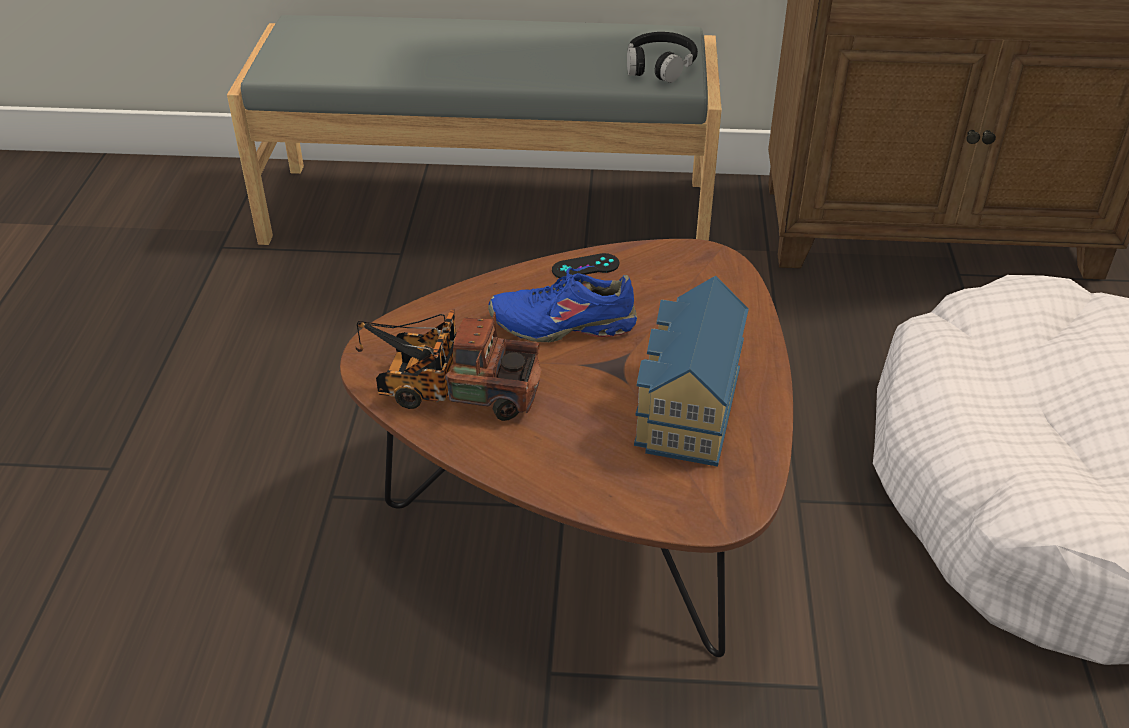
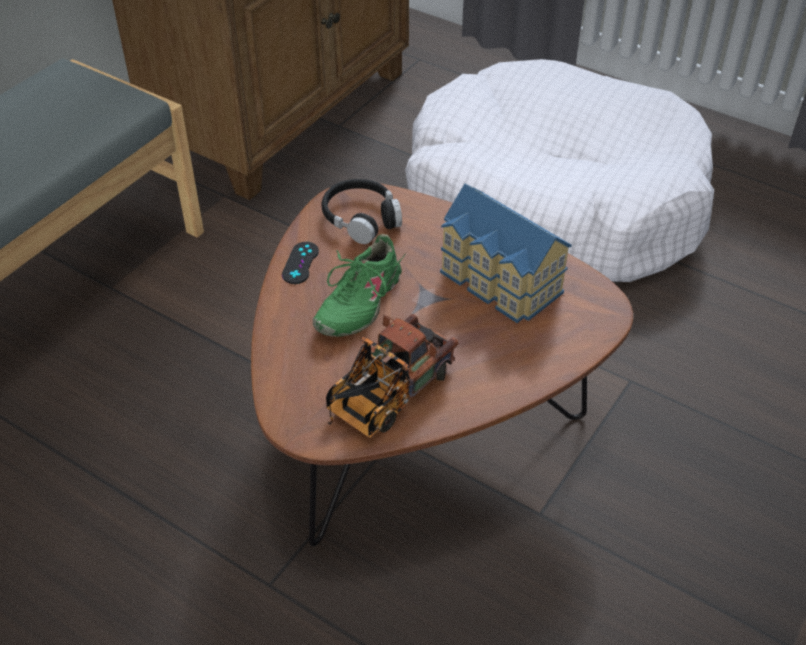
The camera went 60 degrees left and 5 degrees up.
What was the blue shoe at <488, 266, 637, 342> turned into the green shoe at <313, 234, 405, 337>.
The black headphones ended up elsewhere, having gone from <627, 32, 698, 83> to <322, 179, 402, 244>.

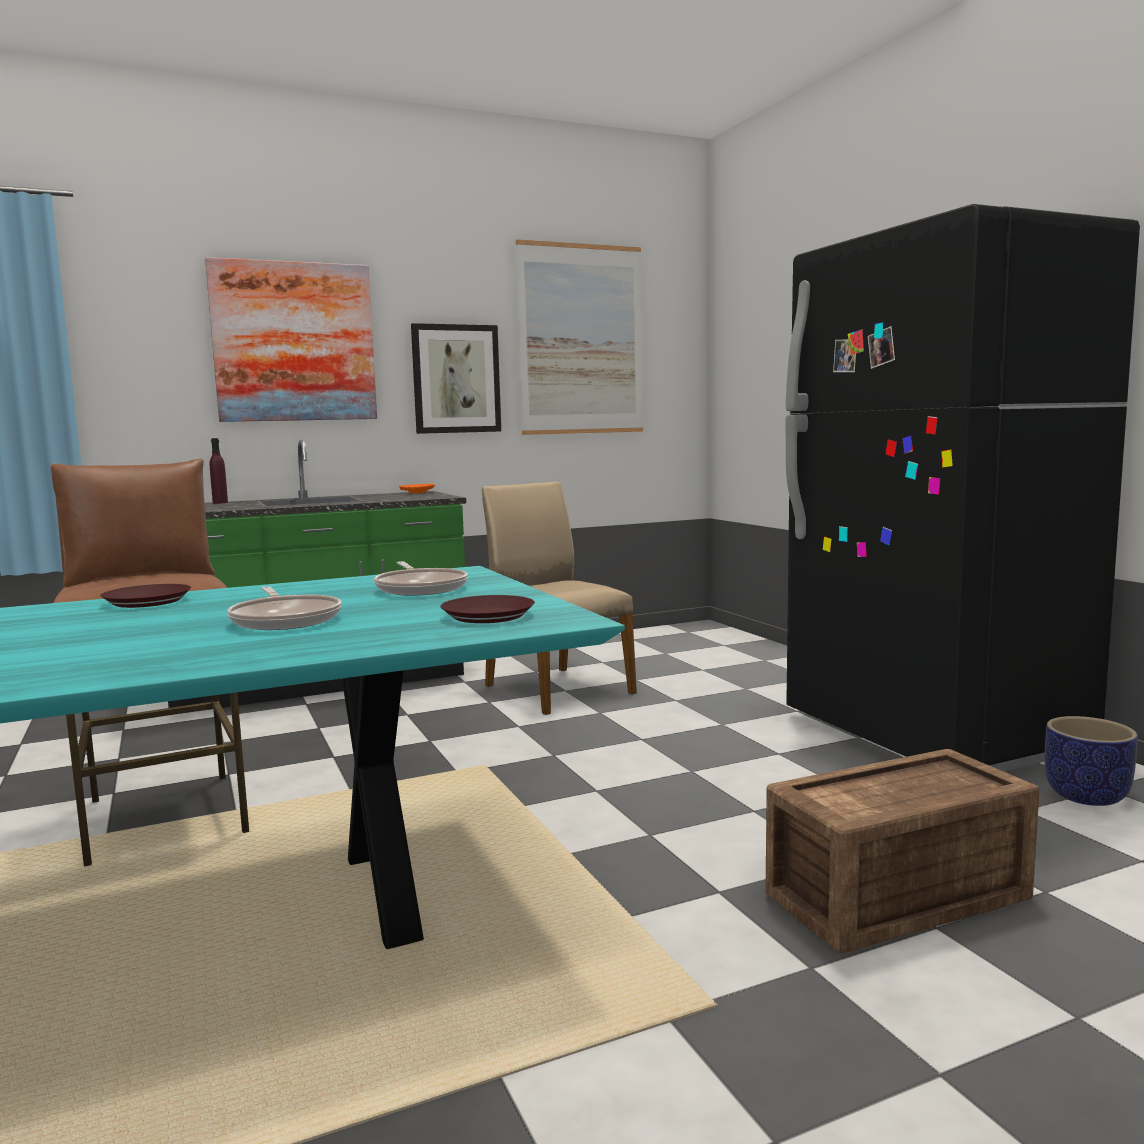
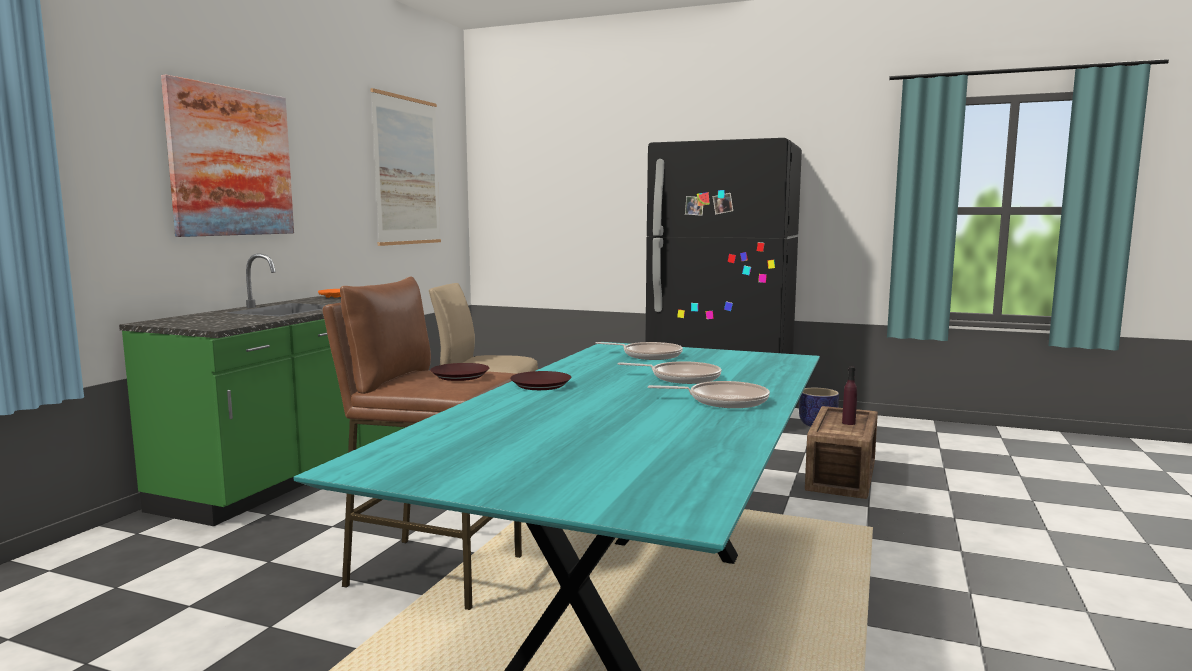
The camera went 45 degrees left and 0 degrees up.
The brown plate ended up elsewhere, having gone from <440, 595, 535, 623> to <430, 363, 489, 381>.
The second view gained the frying pan at <648, 381, 770, 408>.
The purple bottle ended up elsewhere, having gone from <210, 438, 228, 504> to <842, 367, 857, 425>.
The second view lost the picture at <411, 323, 501, 434>.

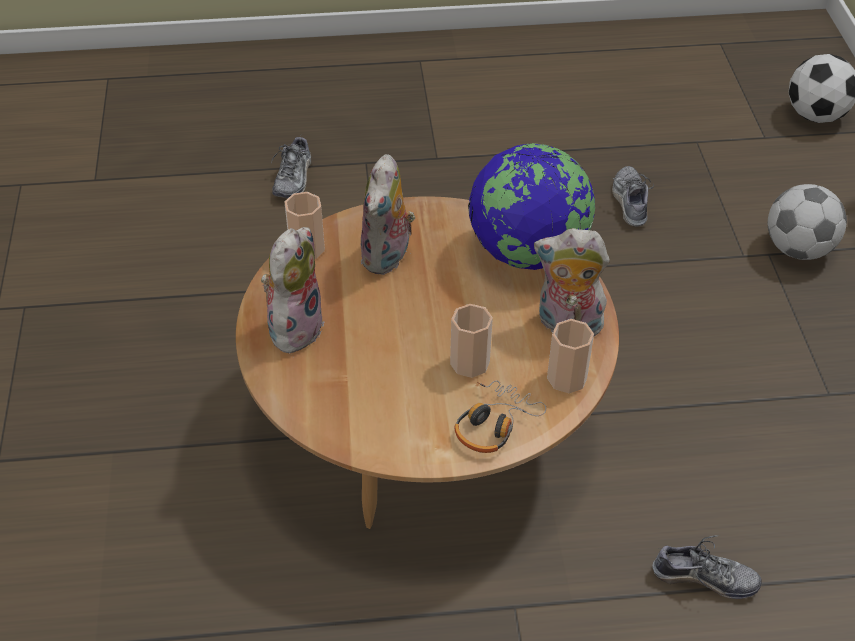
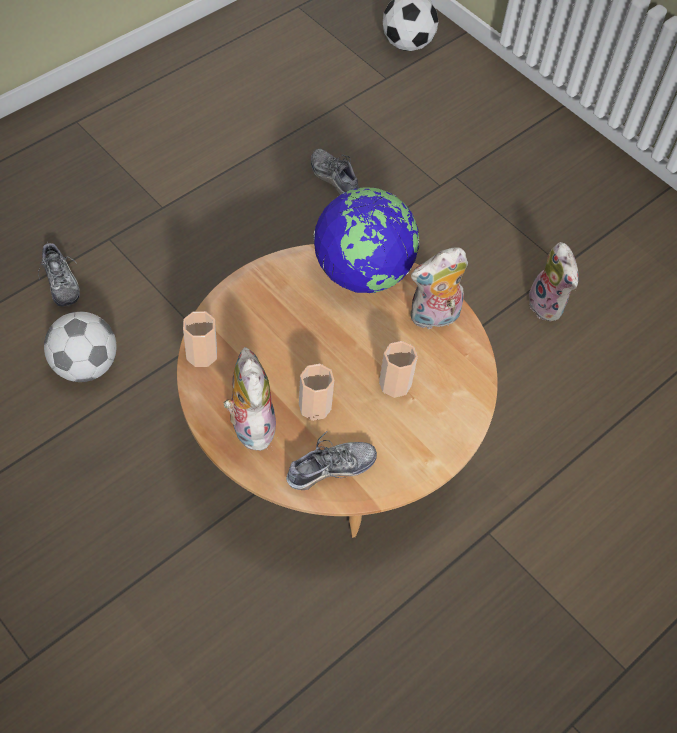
The camera went 40 degrees left and 10 degrees up.
The football ended up elsewhere, having gone from <768, 184, 847, 260> to <44, 311, 117, 382>.
The shoe ended up elsewhere, having gone from <652, 535, 762, 599> to <286, 431, 377, 490>.
The cup ended up elsewhere, having gone from <547, 319, 594, 393> to <299, 364, 334, 421>.
The plush toy ended up elsewhere, having gone from <360, 154, 415, 275> to <529, 242, 579, 321>.
The second view lost the headphones at <455, 380, 546, 453>.

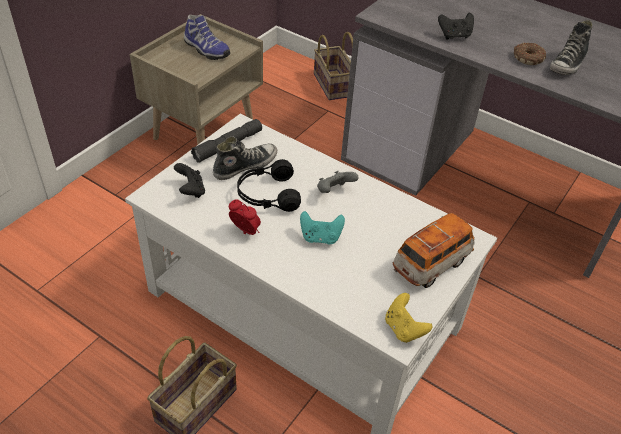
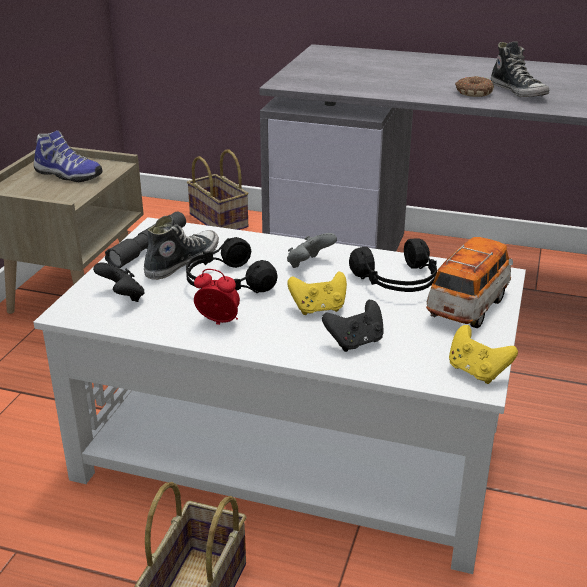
The camera went 15 degrees left and 15 degrees down.
What was the turquoise game controller at <300, 211, 345, 244> turned into the yellow game controller at <287, 272, 347, 315>.
The black game controller ended up elsewhere, having gone from <438, 13, 474, 40> to <322, 300, 384, 352>.
The second view gained the black headphones at <349, 239, 437, 292>.
The shoe at <550, 20, 592, 75> ended up facing another way, 45 degrees counterclockwise from before.

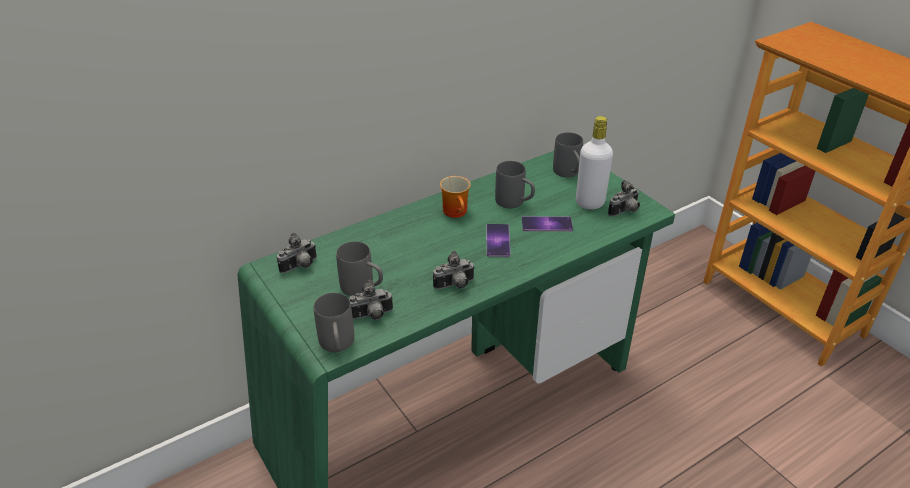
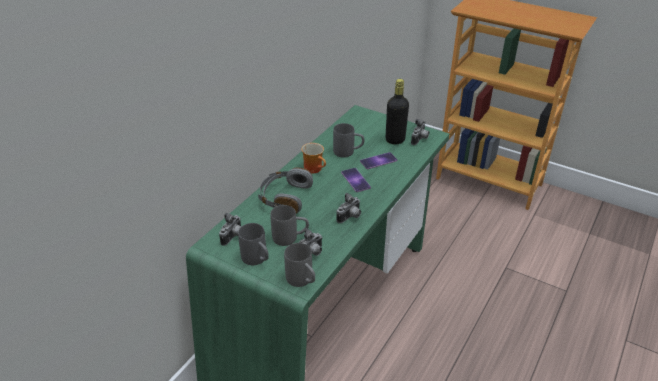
The camera went 25 degrees left and 0 degrees up.
The grey mug ended up elsewhere, having gone from <553, 132, 583, 177> to <238, 223, 269, 265>.
The second view gained the grey headphones at <258, 167, 313, 213>.
What was the white bottle at <576, 116, 613, 210> turned into the black bottle at <385, 79, 409, 144>.

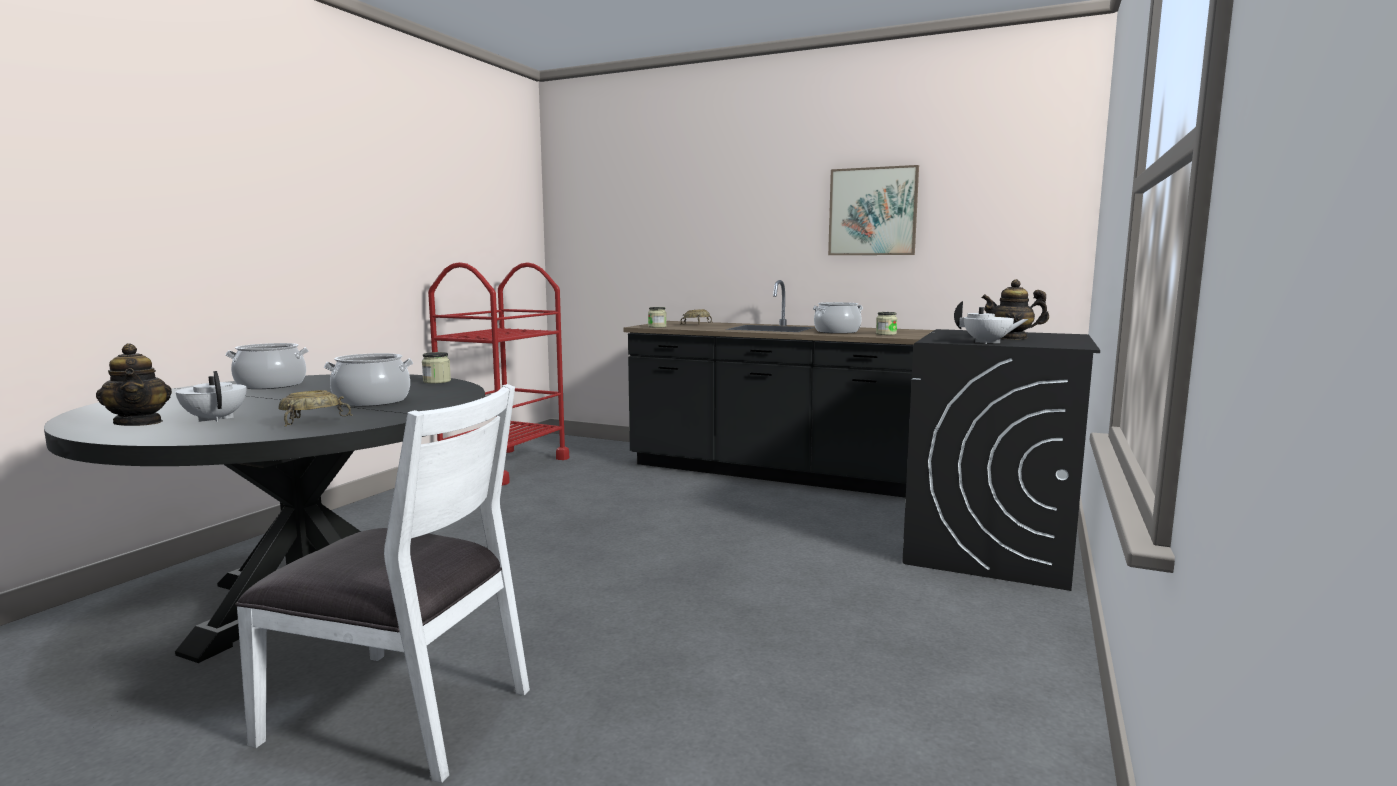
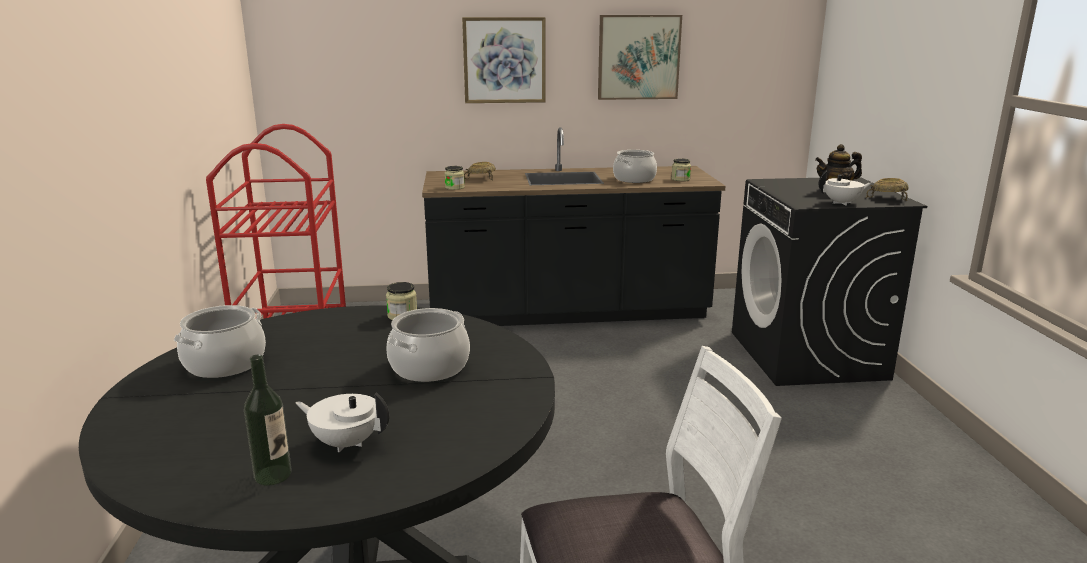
The camera went 30 degrees left and 10 degrees up.
Where the teapot stood at <96, 343, 172, 426>, the bottle came to stand at <244, 355, 292, 486>.
The second view gained the picture at <462, 17, 546, 103>.
The beige bowl ended up elsewhere, having gone from <278, 390, 353, 427> to <866, 178, 909, 201>.

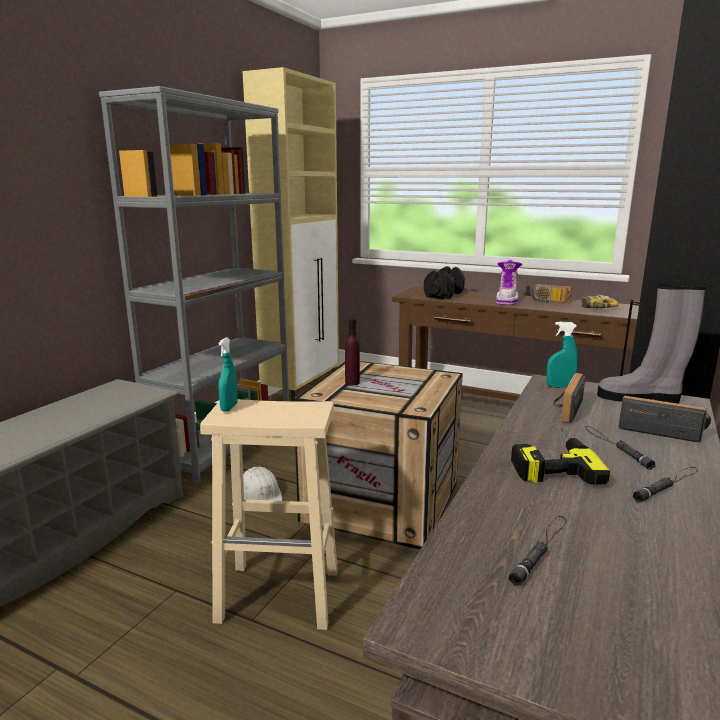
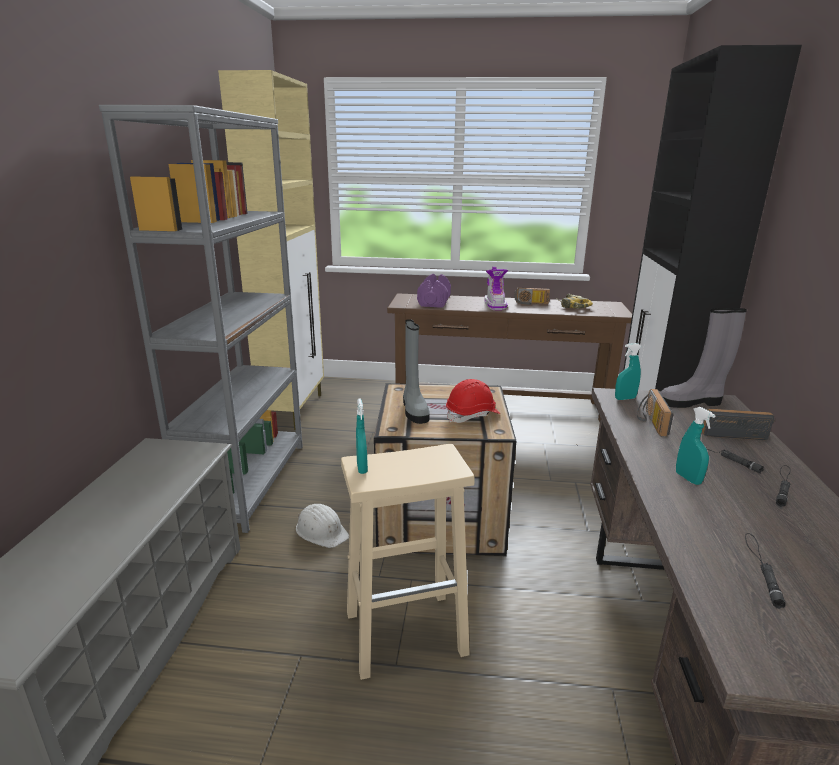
The camera went 20 degrees left and 5 degrees up.
Where the purple bottle stood at <345, 318, 360, 385>, the grey boot came to stand at <403, 319, 430, 424>.
What was the black dumbbell at <424, 266, 465, 299> turned into the purple dumbbell at <417, 274, 451, 308>.
The second view gained the red hard hat at <446, 379, 500, 423>.
Where the power drill stood at <511, 428, 610, 484>, the turquoise spray bottle came to stand at <676, 407, 715, 485>.

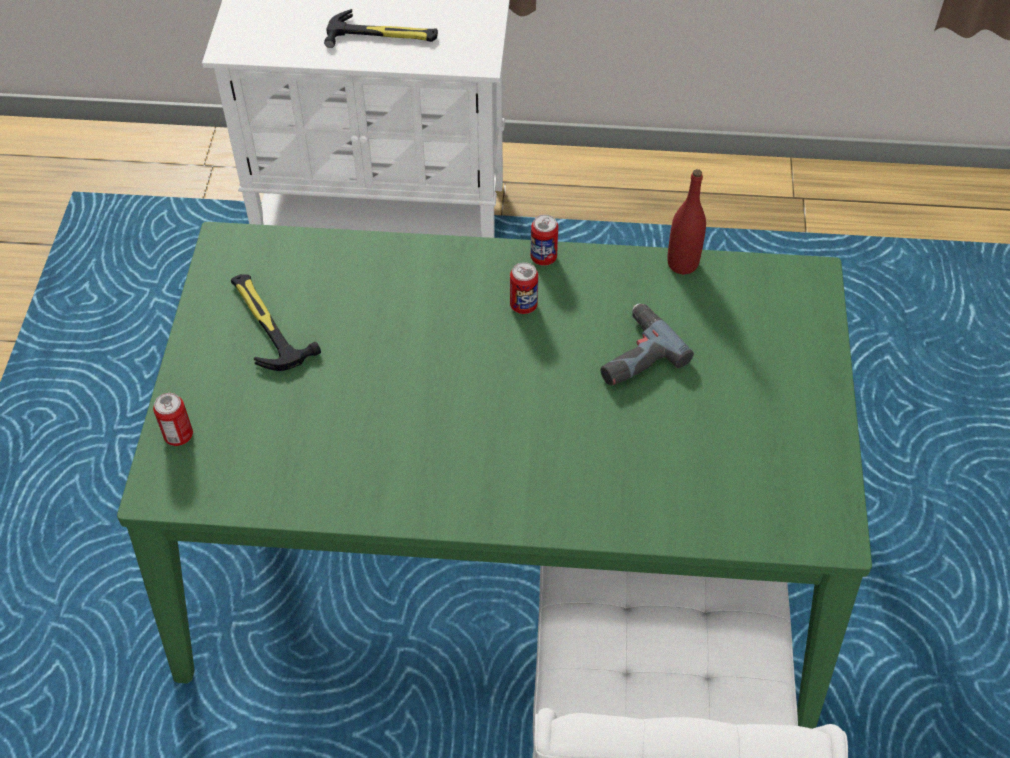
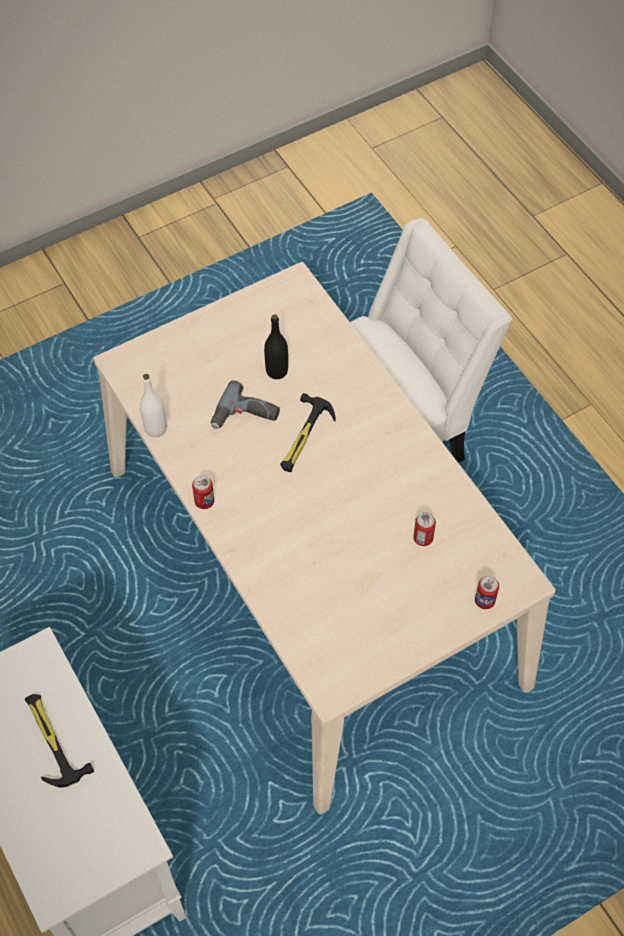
The camera went 125 degrees left and 5 degrees up.
What was the green dining table at <117, 222, 872, 729> turned into the beige dining table at <94, 262, 556, 814>.
What was the red bottle at <667, 169, 706, 274> turned into the white bottle at <140, 374, 167, 437>.
The second view gained the black bottle at <264, 314, 288, 379>.
The hammer ended up elsewhere, having gone from <231, 274, 321, 371> to <280, 393, 336, 472>.
The can ended up elsewhere, having gone from <510, 262, 538, 314> to <413, 512, 436, 546>.

